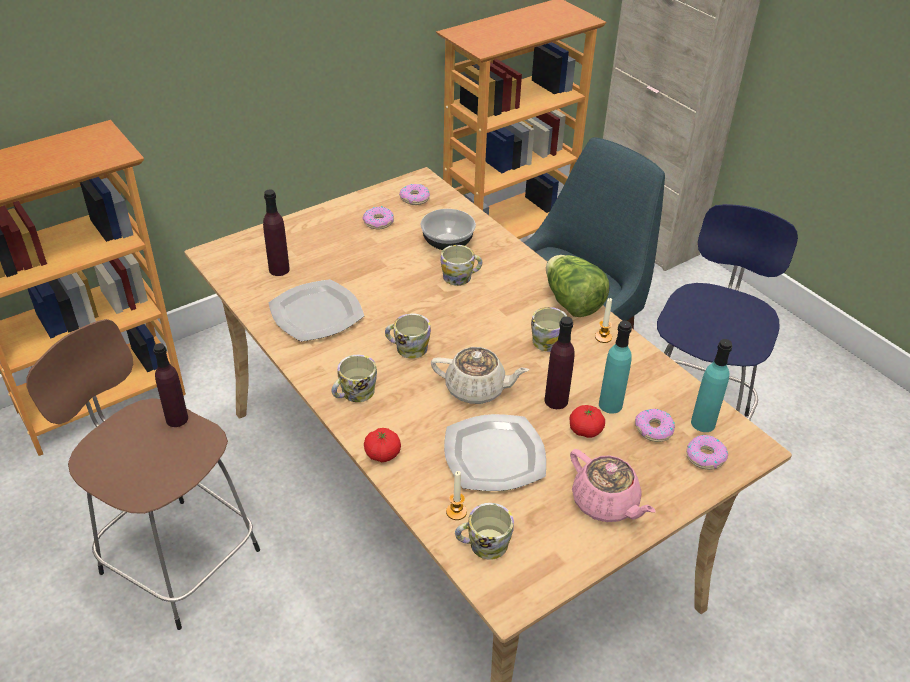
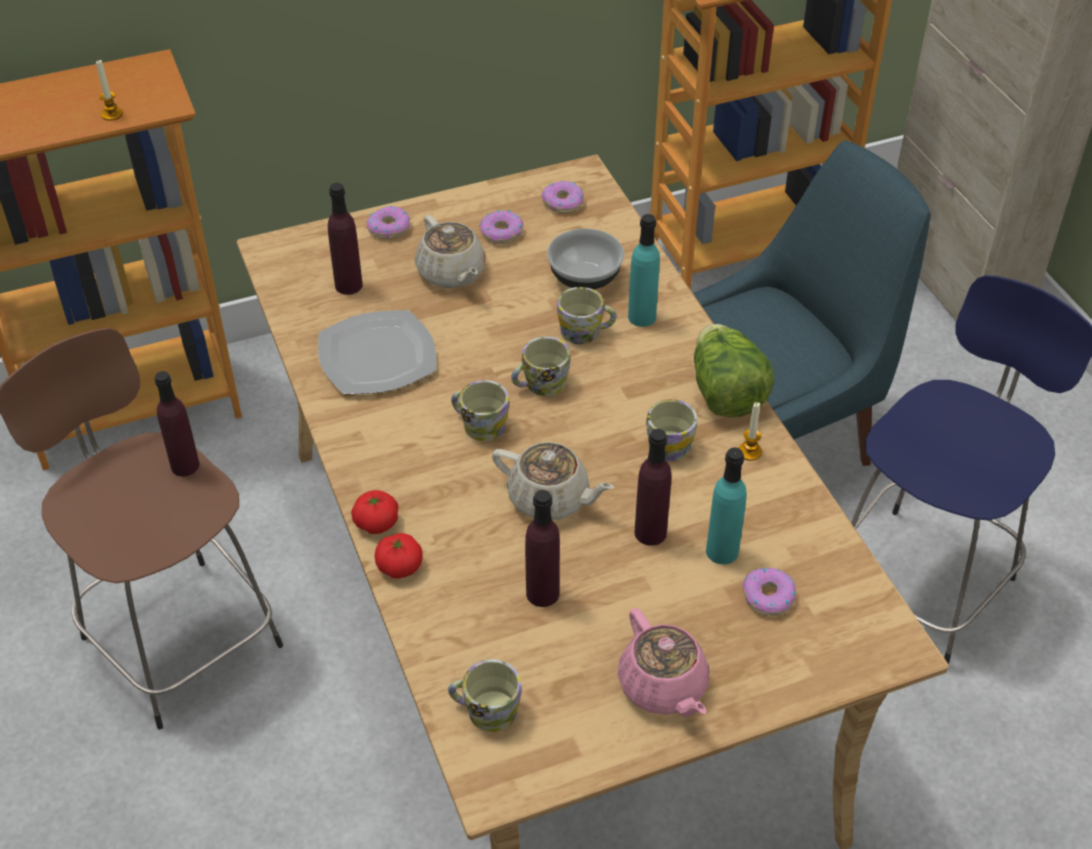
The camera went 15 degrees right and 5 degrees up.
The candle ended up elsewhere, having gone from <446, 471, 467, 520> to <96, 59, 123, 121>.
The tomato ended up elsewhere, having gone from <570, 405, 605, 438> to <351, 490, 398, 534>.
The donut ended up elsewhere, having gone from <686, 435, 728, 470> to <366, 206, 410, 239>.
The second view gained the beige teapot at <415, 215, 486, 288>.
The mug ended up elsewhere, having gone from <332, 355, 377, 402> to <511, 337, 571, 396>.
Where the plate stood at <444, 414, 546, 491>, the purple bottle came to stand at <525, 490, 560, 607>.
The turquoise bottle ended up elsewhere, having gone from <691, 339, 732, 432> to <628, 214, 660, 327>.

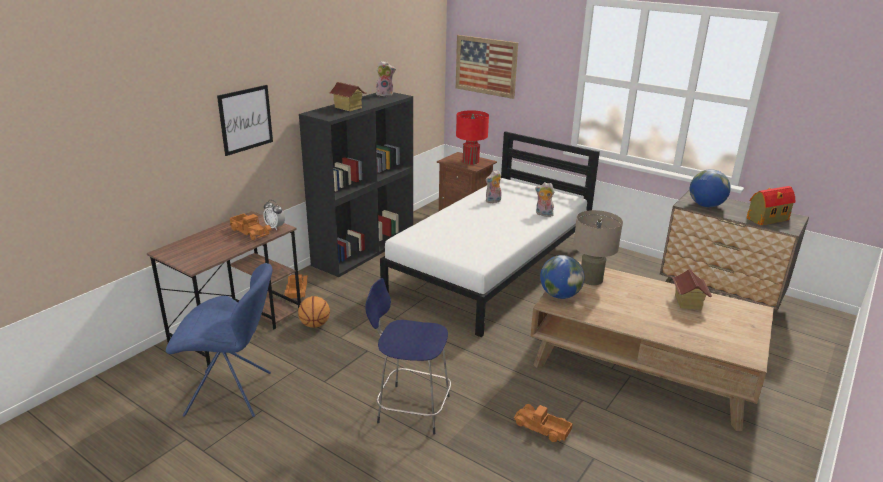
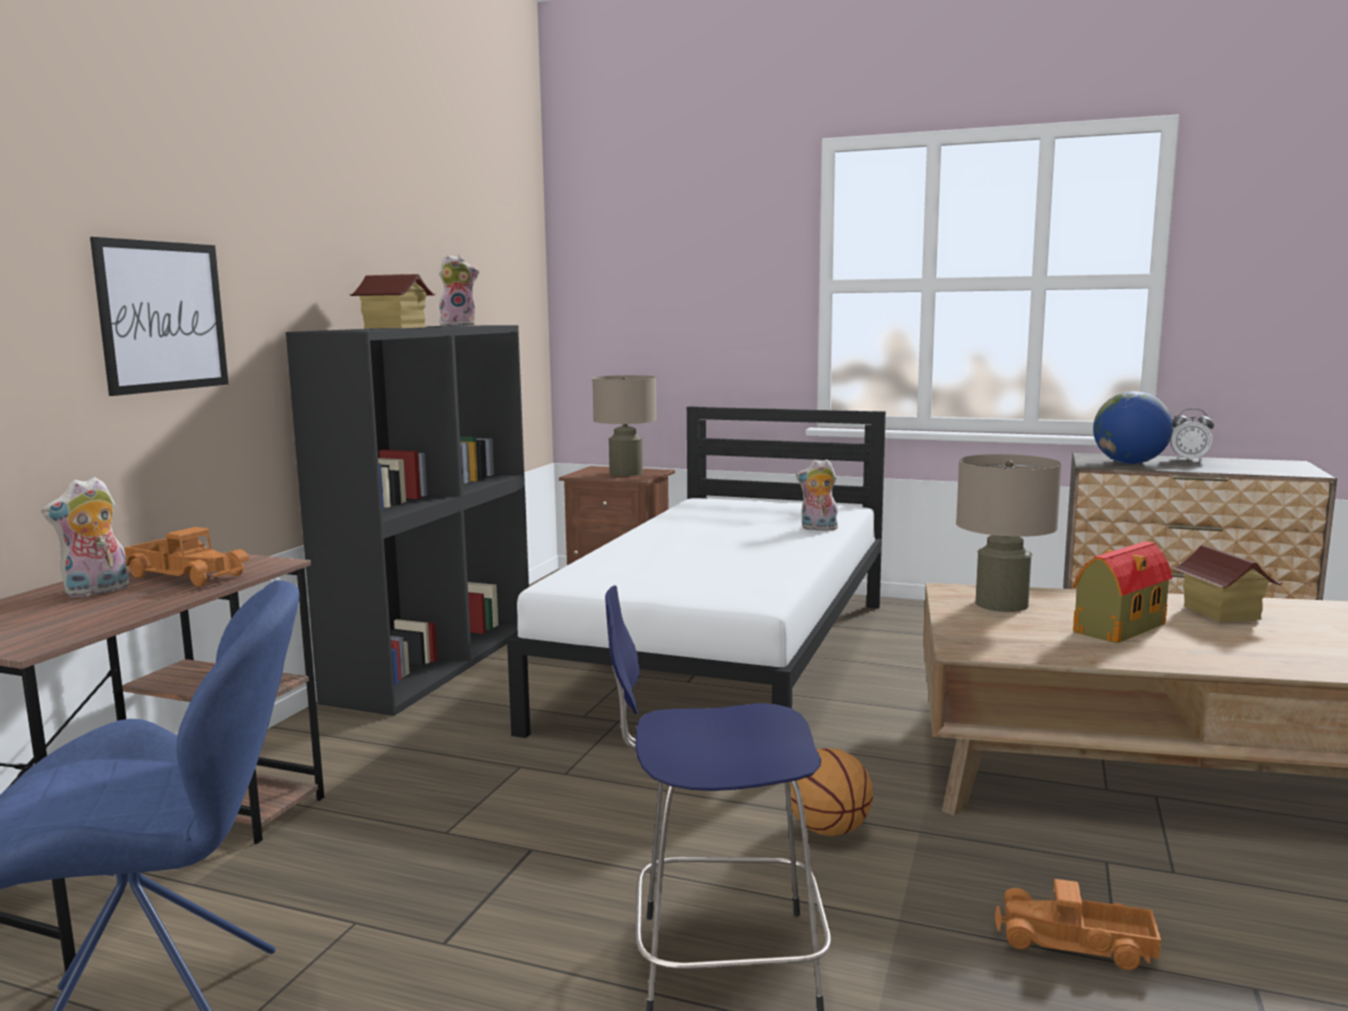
The camera went 15 degrees left and 15 degrees down.
The plush toy ended up elsewhere, having gone from <485, 170, 501, 203> to <41, 477, 129, 598>.
What was the red table lamp at <456, 110, 489, 165> turned into the beige table lamp at <592, 375, 657, 476>.
The basketball ended up elsewhere, having gone from <298, 296, 330, 328> to <790, 748, 873, 836>.
The toy house ended up elsewhere, having gone from <746, 186, 795, 225> to <1073, 541, 1172, 643>.
The alarm clock ended up elsewhere, having gone from <263, 200, 285, 230> to <1170, 408, 1214, 462>.
The second view lost the toy truck at <285, 274, 308, 298>.
The second view lost the picture at <456, 35, 518, 99>.
The second view lost the globe at <540, 255, 584, 299>.

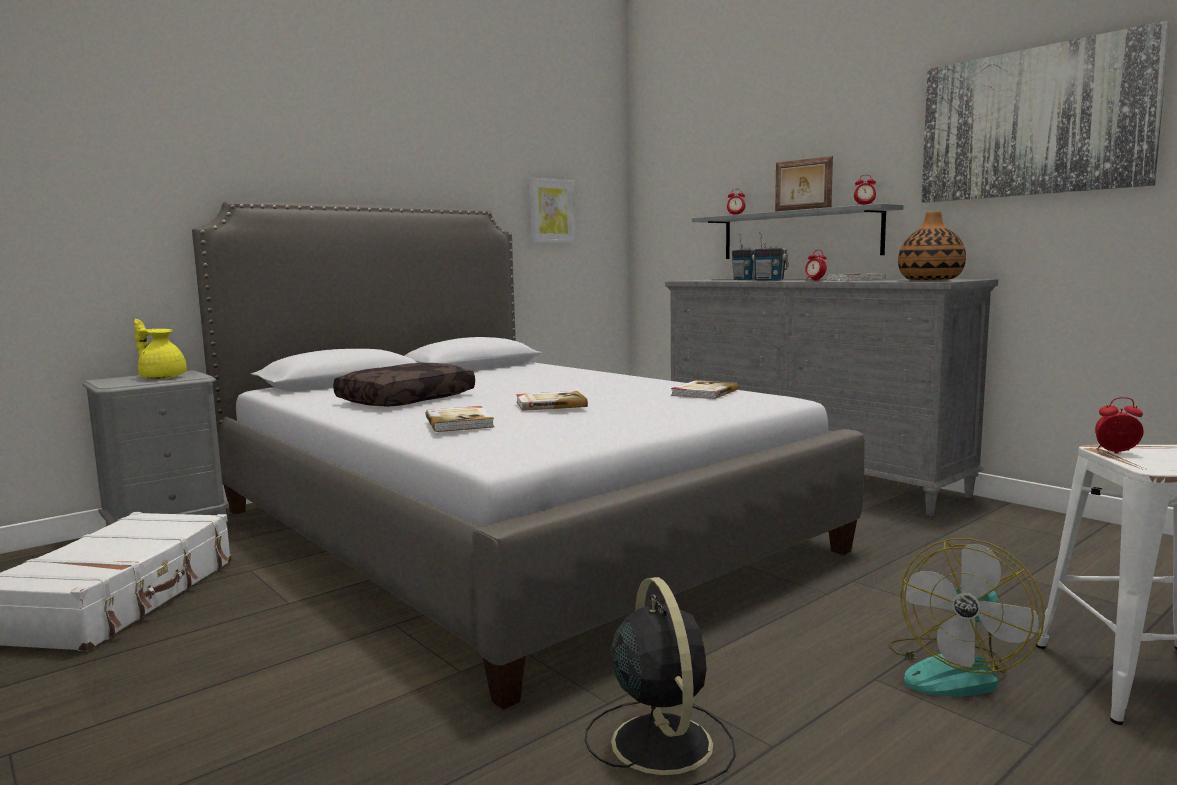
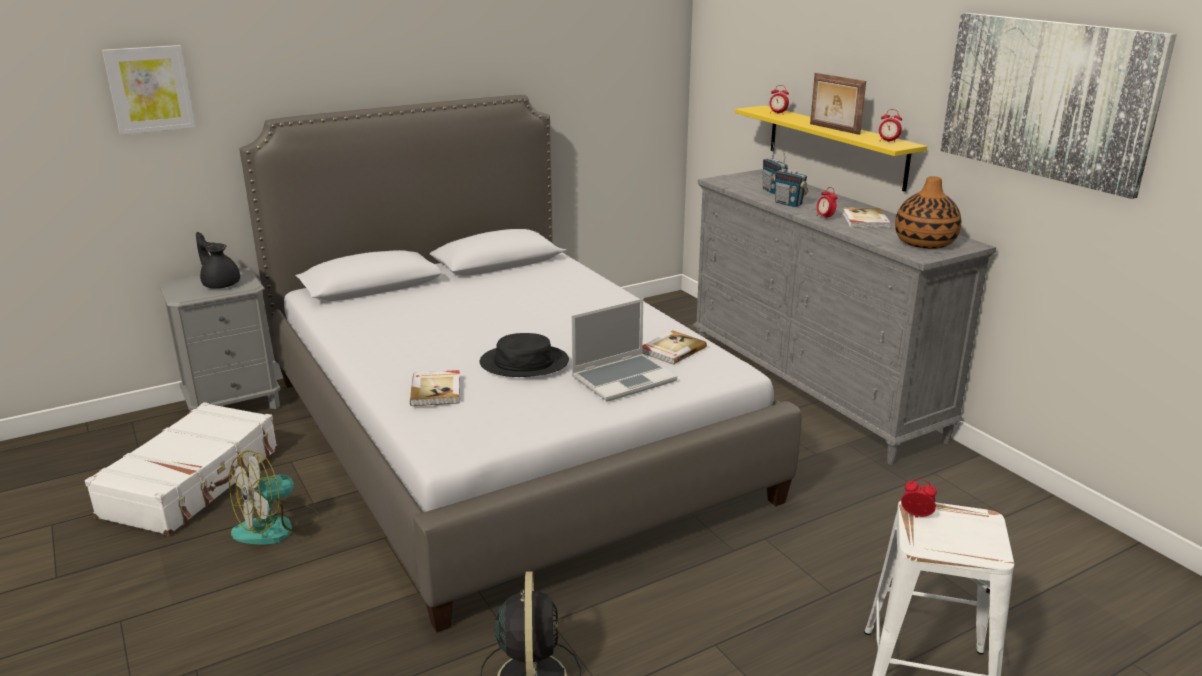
The camera went 10 degrees right and 15 degrees up.
The picture ended up elsewhere, having gone from <528, 178, 575, 243> to <102, 45, 196, 135>.
What was the yellow teapot at <134, 319, 187, 379> turned into the black teapot at <196, 232, 240, 289>.
The fan ended up elsewhere, having gone from <888, 538, 1045, 696> to <229, 450, 320, 545>.
Where the book stood at <516, 391, 588, 411>, the black hat came to stand at <480, 333, 569, 377>.
The second view gained the laptop at <572, 299, 677, 402>.
What was the grey shelf at <692, 203, 904, 259> turned into the yellow shelf at <735, 105, 927, 192>.
The second view lost the brown pillow at <333, 363, 475, 406>.

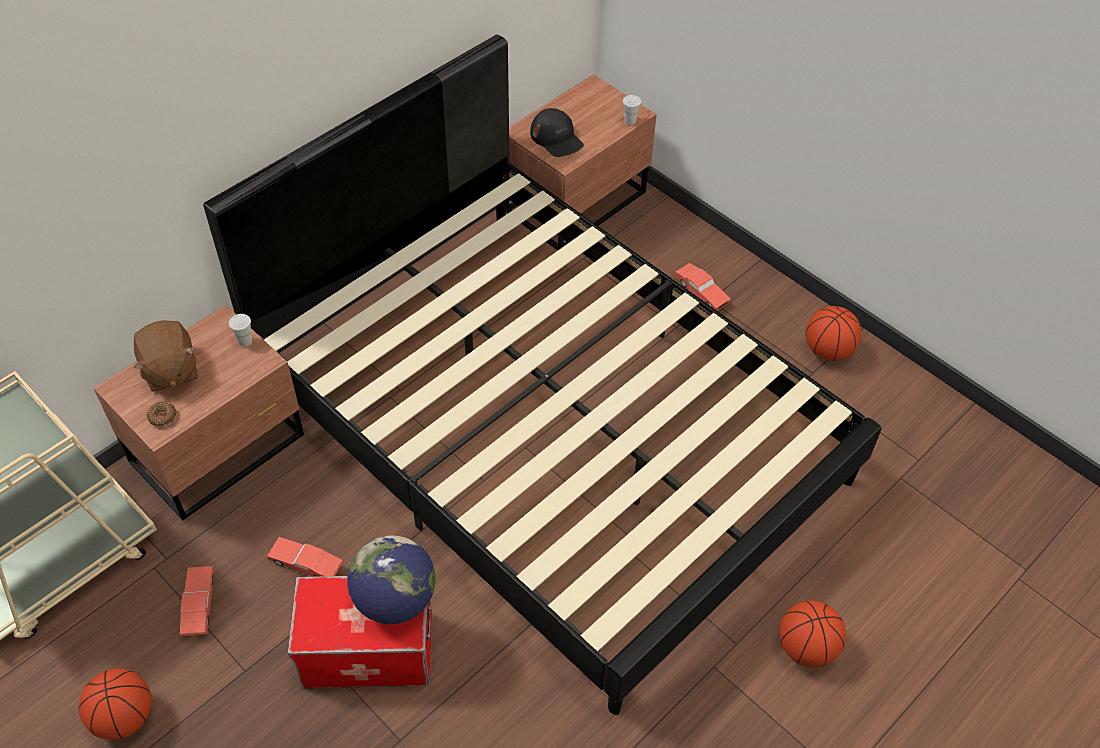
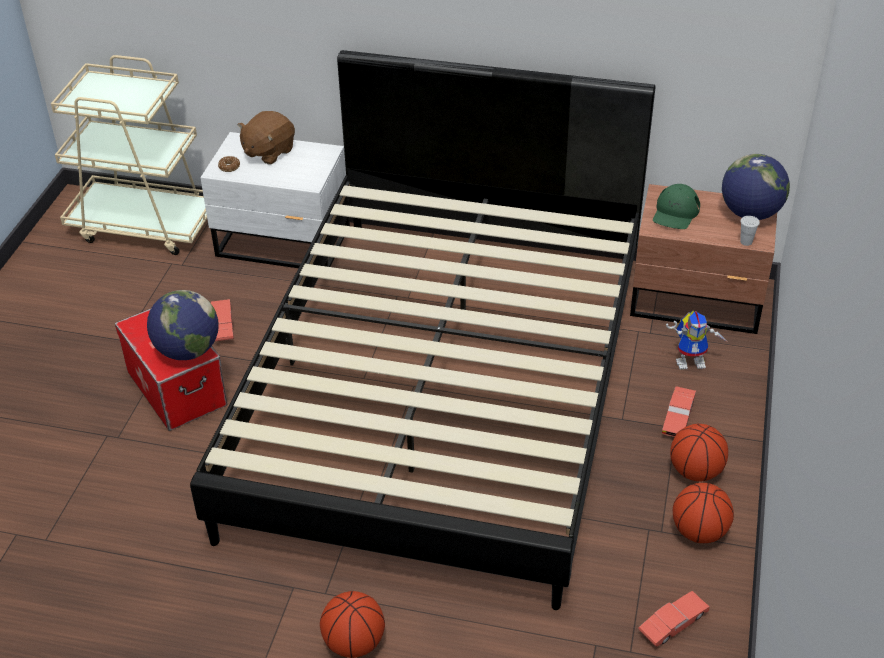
The camera went 60 degrees right and 10 degrees down.
What was the brown nightstand at <94, 305, 304, 521> turned into the white nightstand at <200, 132, 350, 268>.
The red toy car ended up elsewhere, having gone from <180, 566, 214, 636> to <638, 591, 710, 647>.
What was the black cap at <530, 108, 584, 157> turned into the green cap at <653, 184, 700, 229>.
The second view gained the toy robot at <666, 311, 729, 370>.
The basketball ended up elsewhere, having gone from <78, 669, 152, 740> to <670, 424, 728, 481>.
The second view gained the globe at <722, 154, 790, 220>.
The second view lost the white cup at <229, 314, 252, 347>.

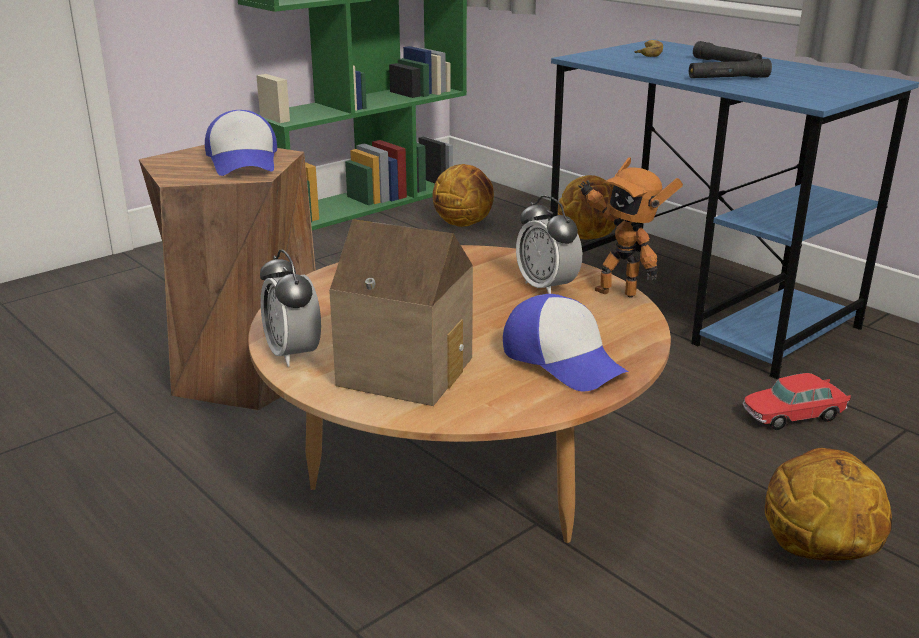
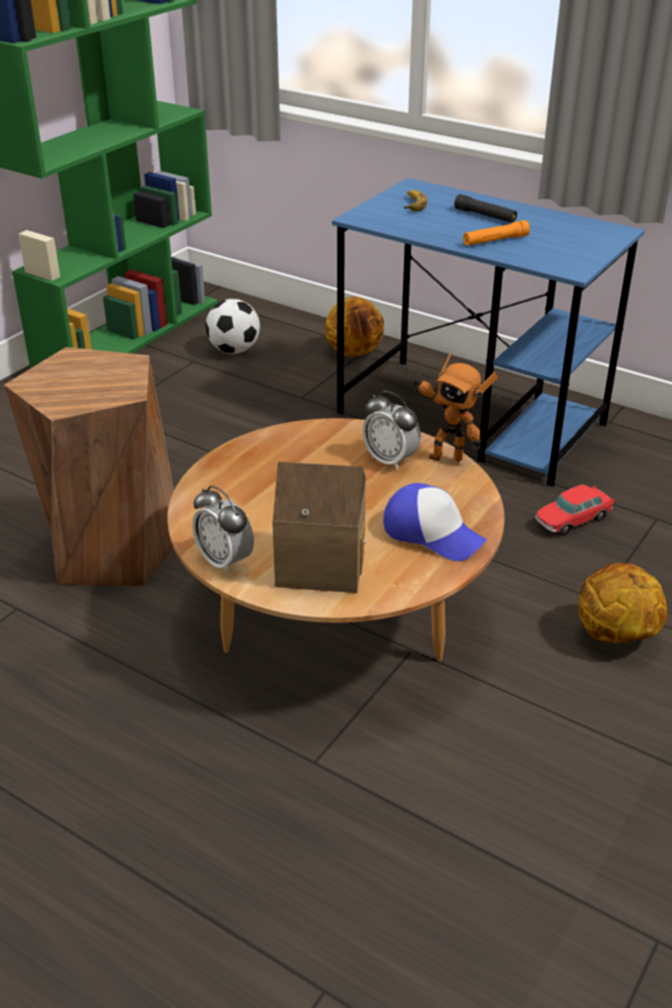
The camera went 15 degrees left and 10 degrees up.
Where the basketball stood at <433, 164, 494, 227>, the football came to stand at <206, 299, 260, 354>.
What was the black flashlight at <689, 59, 772, 78> turned into the orange flashlight at <463, 220, 530, 245>.
The second view lost the cap at <205, 110, 277, 176>.

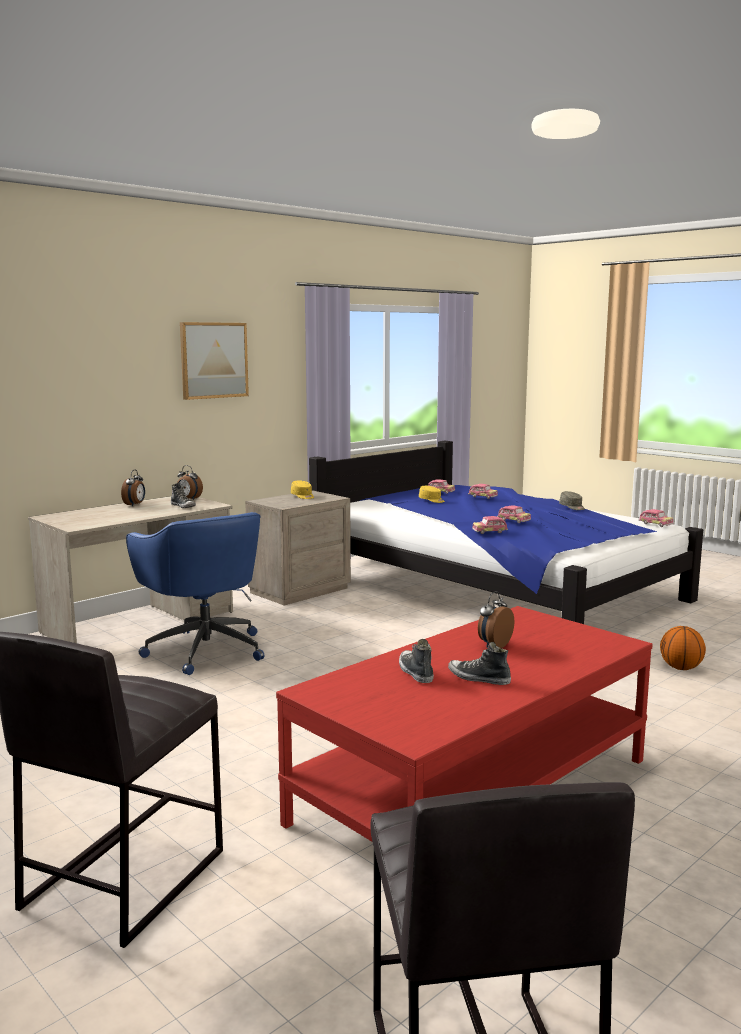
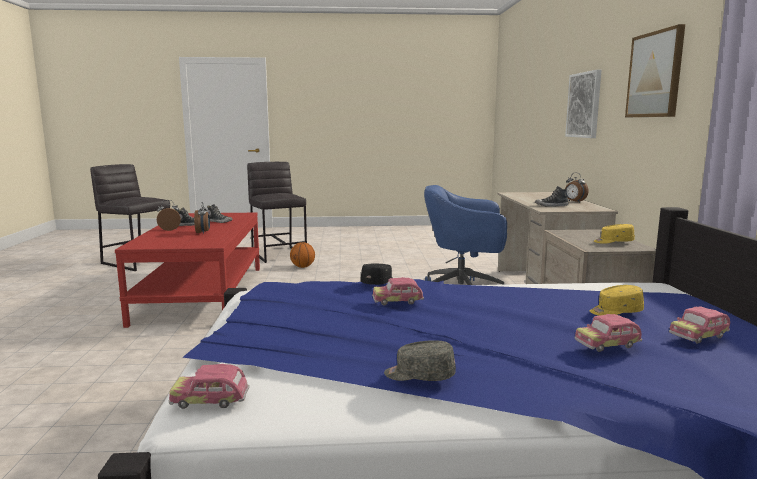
The camera went 130 degrees right and 0 degrees up.
The alarm clock ended up elsewhere, having gone from <177, 465, 203, 500> to <157, 200, 181, 231>.
The basketball ended up elsewhere, having gone from <660, 626, 706, 670> to <290, 242, 315, 268>.
Where the toy car stood at <472, 516, 508, 534>, the black cap came to stand at <361, 264, 392, 285>.
The second view gained the picture at <565, 70, 601, 138>.

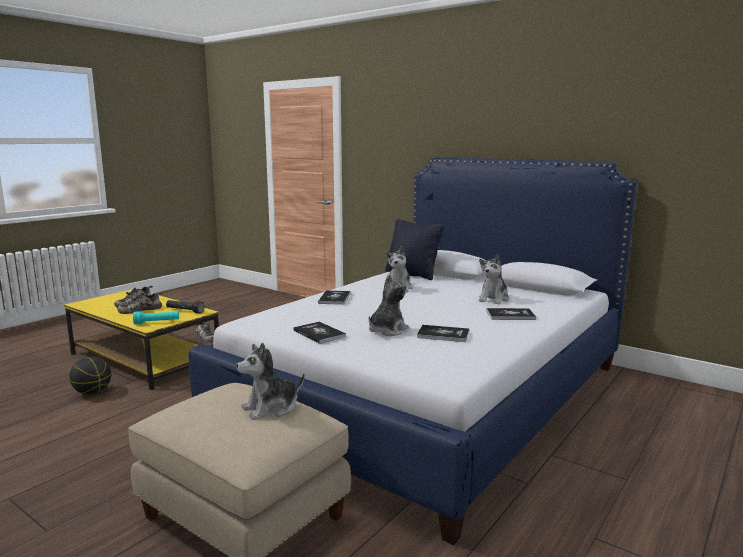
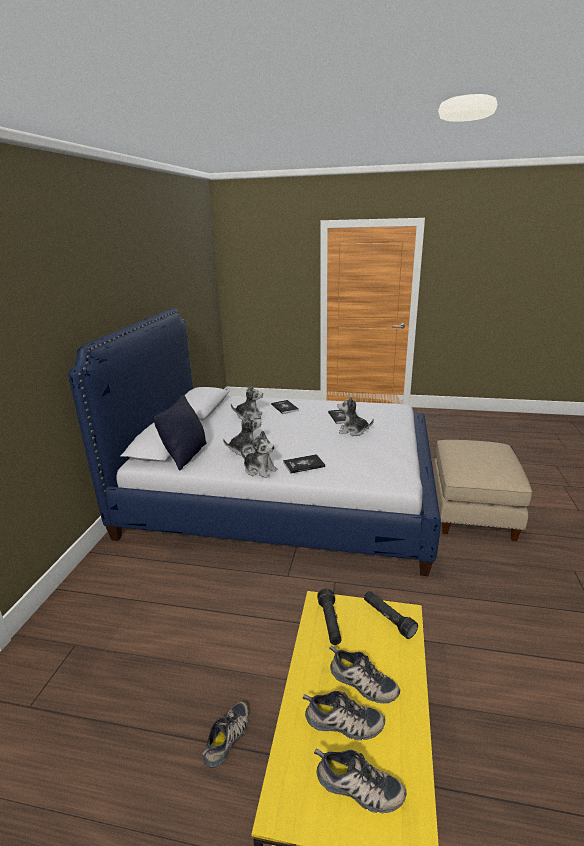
The camera went 115 degrees left and 10 degrees up.
The plush toy ended up elsewhere, having gone from <236, 342, 305, 420> to <241, 431, 278, 478>.
The second view gained the shoe at <314, 748, 407, 813>.
What was the turquoise flashlight at <133, 311, 179, 324> turned into the black flashlight at <364, 591, 418, 639>.
The second view lost the basketball at <70, 356, 111, 395>.
The second view lost the book at <293, 322, 346, 344>.

